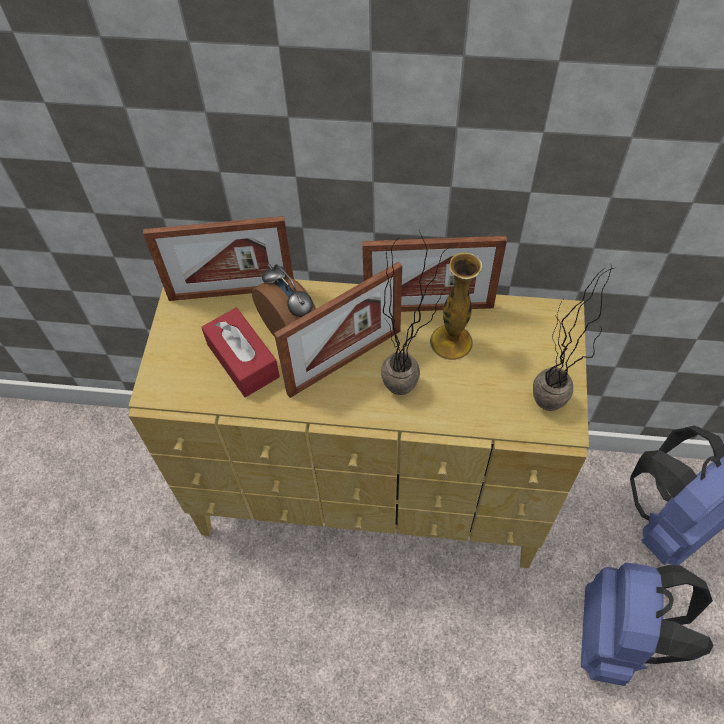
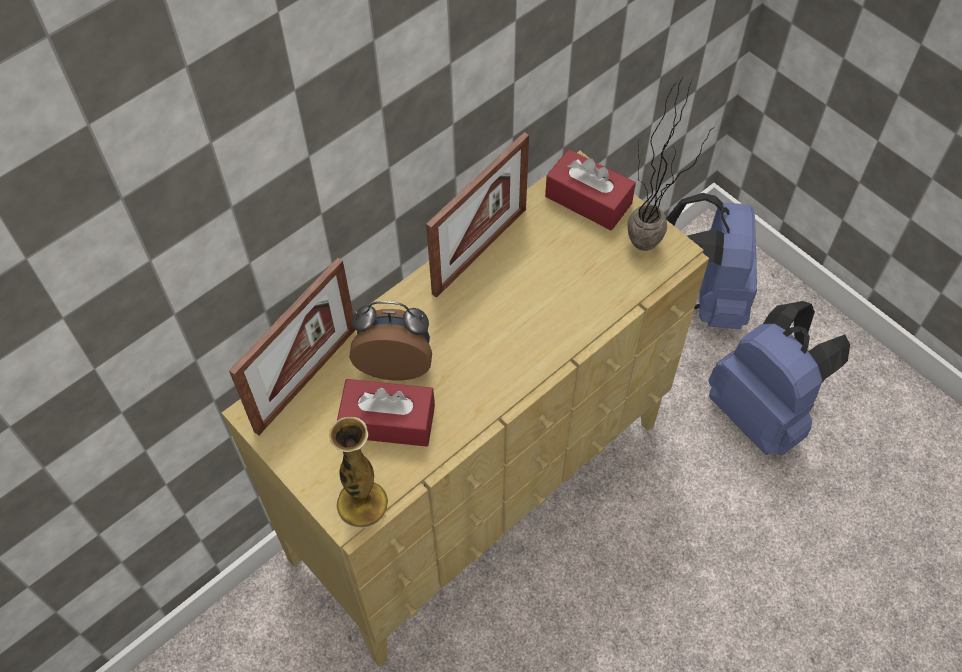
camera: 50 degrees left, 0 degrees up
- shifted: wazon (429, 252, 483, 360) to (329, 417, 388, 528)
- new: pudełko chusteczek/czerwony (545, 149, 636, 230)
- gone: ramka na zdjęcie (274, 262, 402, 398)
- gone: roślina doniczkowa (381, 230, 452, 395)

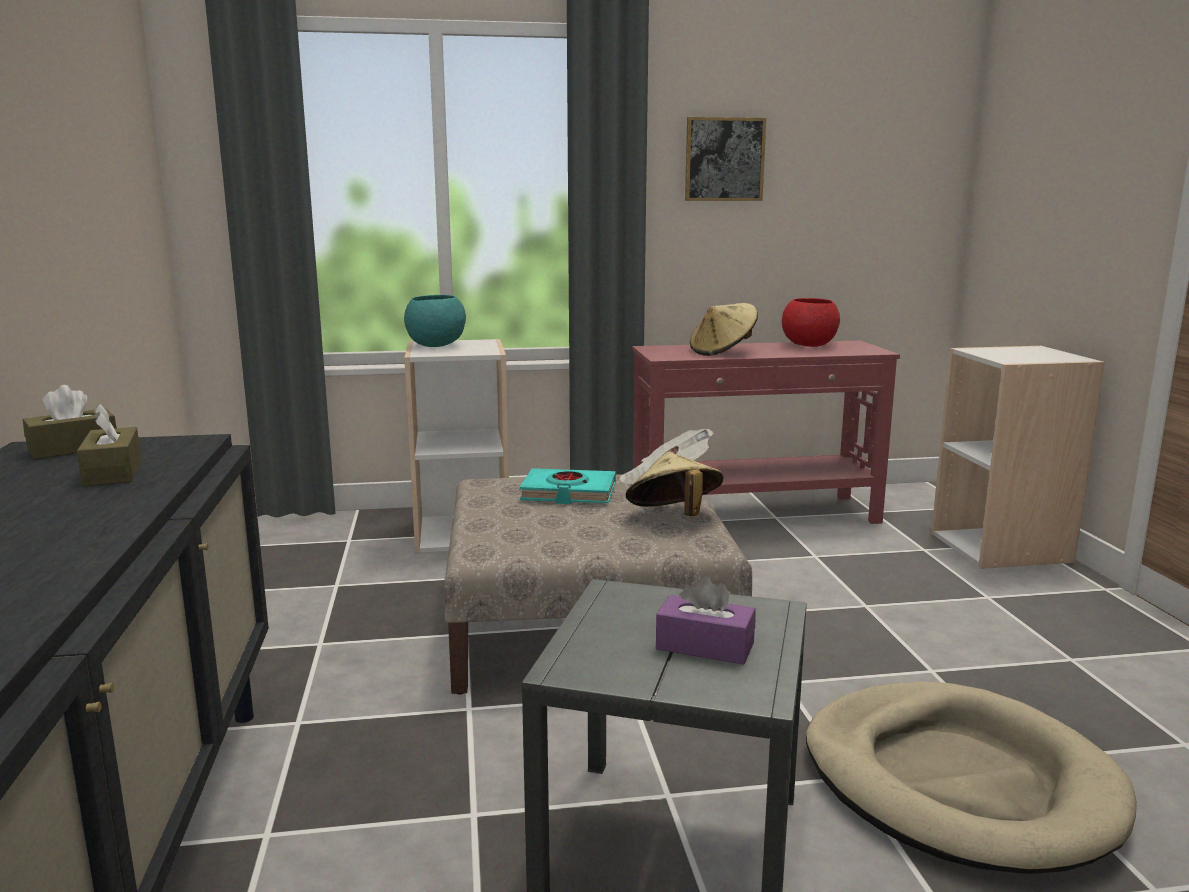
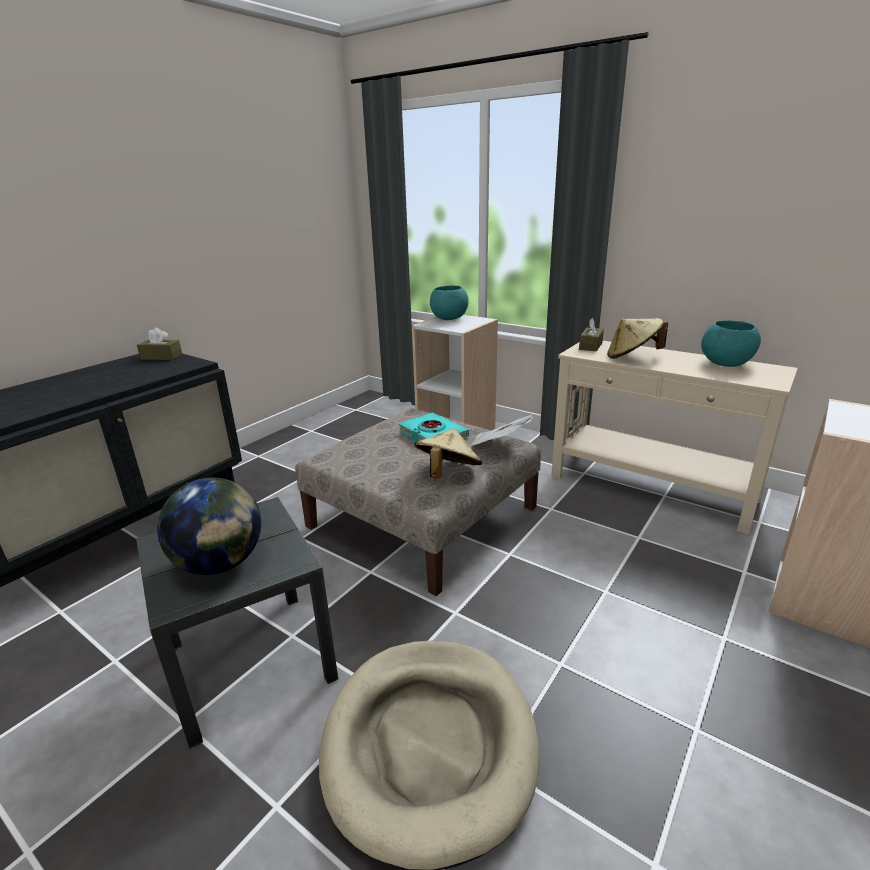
camera: 45 degrees right, 10 degrees up
- swapped: pudełko chusteczek/fioletowy (656, 576, 756, 664) to globus (157, 478, 261, 575)
- repainted: stolik konsolowy/czerwony (632, 340, 900, 524) to stolik konsolowy/beżowy (551, 341, 798, 534)
- shifted: pudełko chusteczek/brązowy (77, 404, 141, 486) to (579, 318, 604, 351)
- repainted: miska/czerwony (782, 298, 840, 347) to miska/turkusowy (701, 320, 761, 367)
- gone: obraz (685, 117, 766, 201)

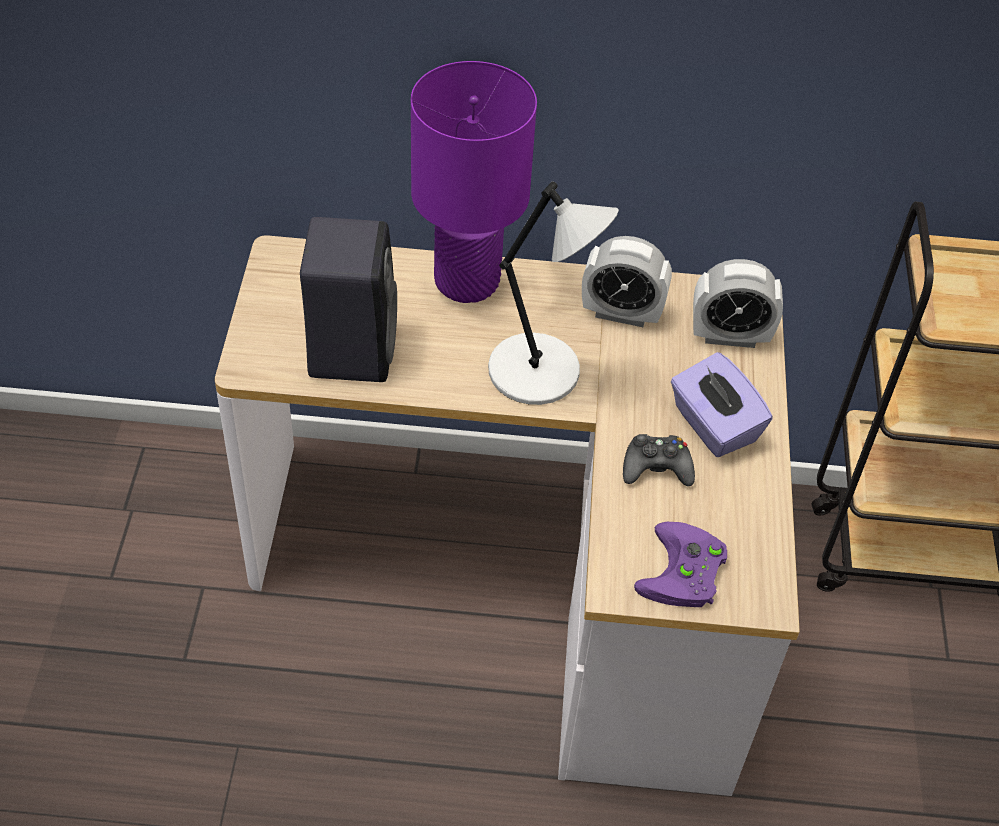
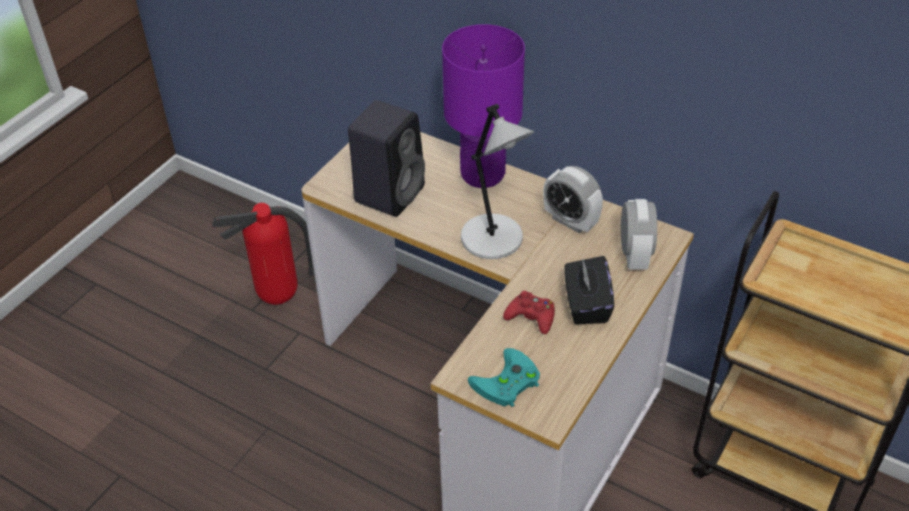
camera: 30 degrees right, 5 degrees down
- new: gaśnica (212, 203, 315, 305)
- repainted: pad do gier/fioletowy (634, 522, 727, 607) to pad do gier/turkusowy (468, 348, 540, 407)
- repainted: pad do gier/czarny (623, 434, 695, 486) to pad do gier/czerwony (503, 291, 555, 334)
- repainted: pudełko chusteczek/fioletowy (671, 352, 773, 457) to pudełko chusteczek/czarny (564, 256, 614, 324)
- rotated: budzik (693, 259, 783, 348) = (621, 199, 657, 269) 120 degrees counterclockwise

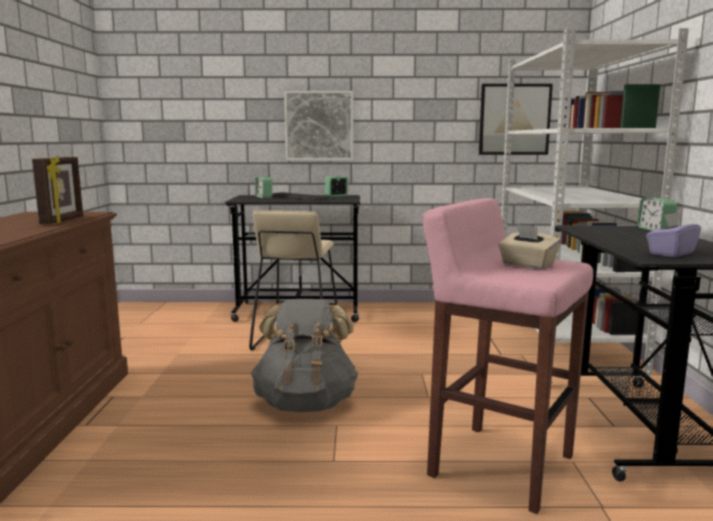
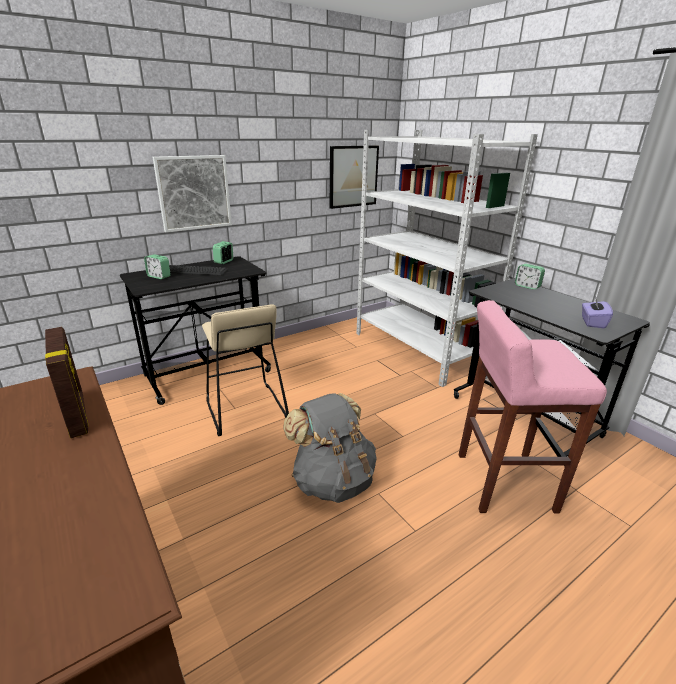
camera: 35 degrees left, 15 degrees up
- gone: pudełko chusteczek/beżowy (498, 224, 560, 269)

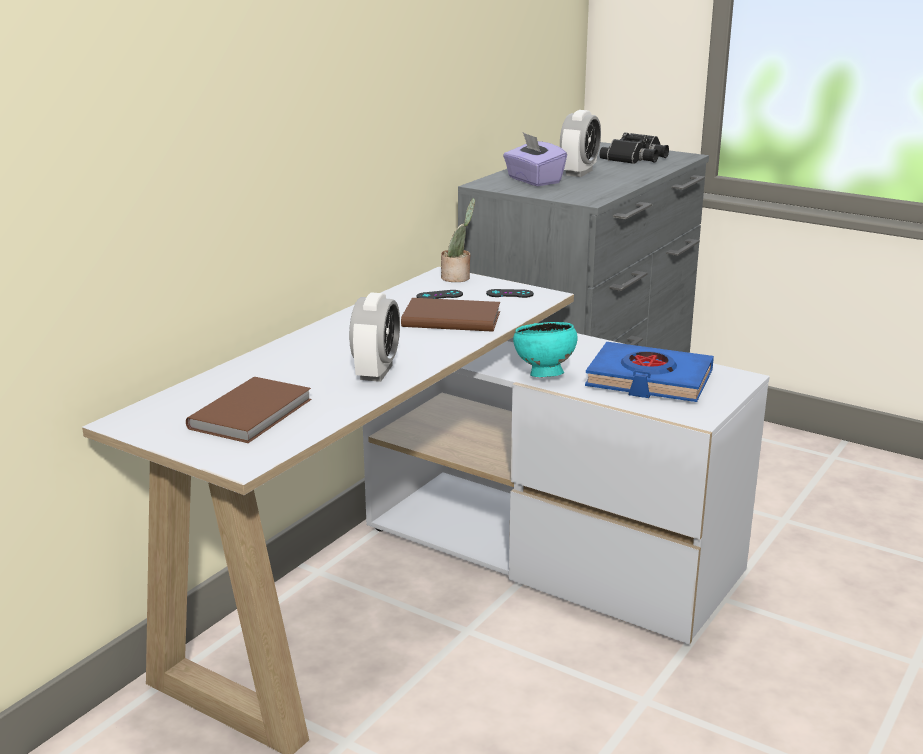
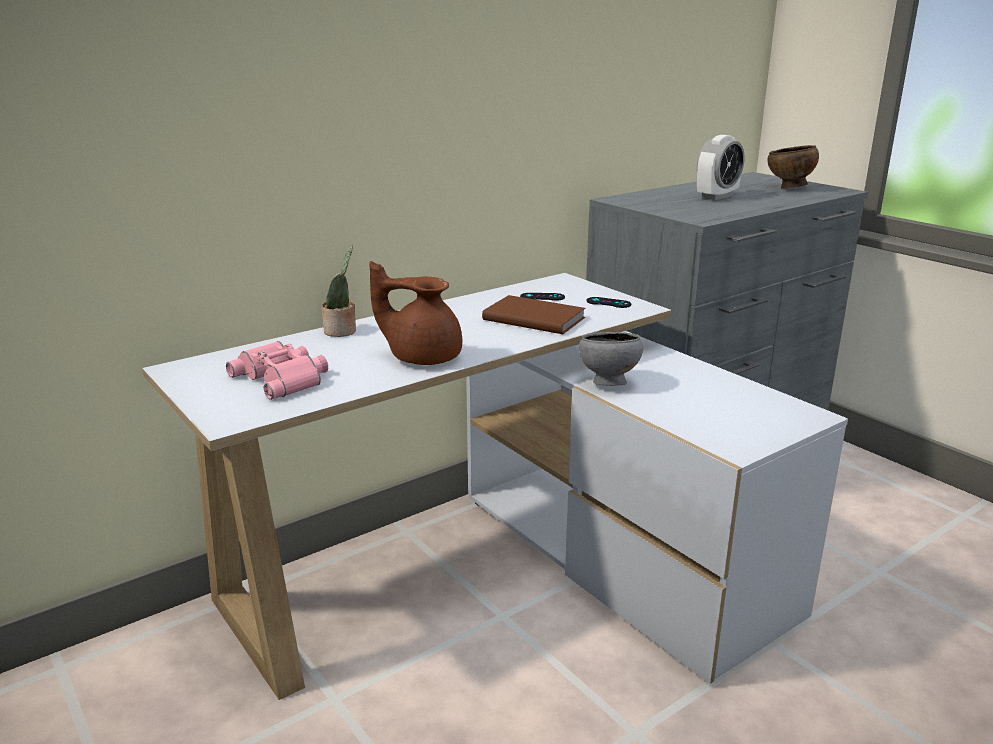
camera: 20 degrees right, 0 degrees up
- swapped: książka/brązowy (186, 377, 312, 443) to lornetka/różowy (226, 341, 328, 400)
- shifted: roślina doniczkowa (441, 198, 475, 282) to (322, 245, 356, 337)
- swapped: budzik (349, 292, 400, 382) to imbryk/brązowy (369, 261, 462, 365)
- repainted: miska/turkusowy (513, 322, 577, 377) to miska/szary (579, 332, 643, 386)
- swapped: lornetka/czarny (599, 132, 669, 164) to miska/brązowy (767, 145, 819, 189)
- gone: pudełko chusteczek/fioletowy (503, 133, 567, 186)
- gone: książka/niebieski (585, 342, 714, 402)

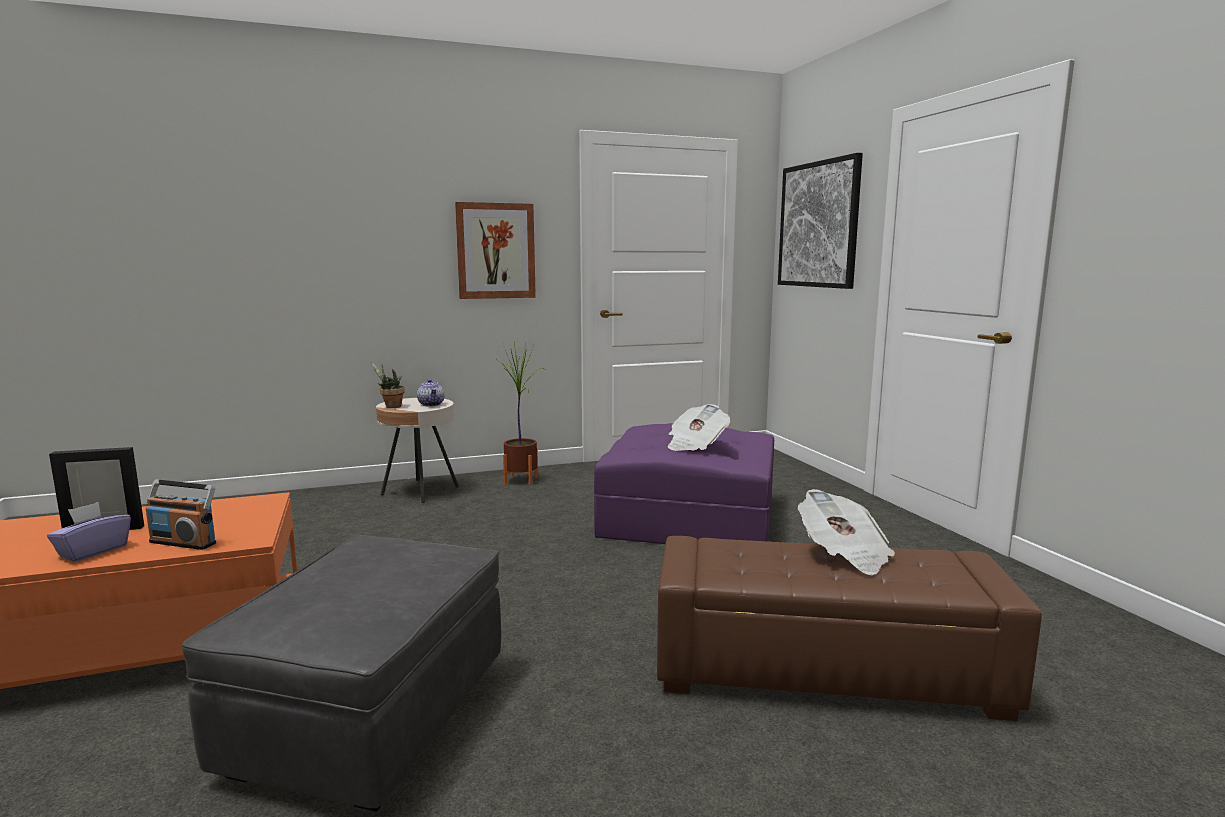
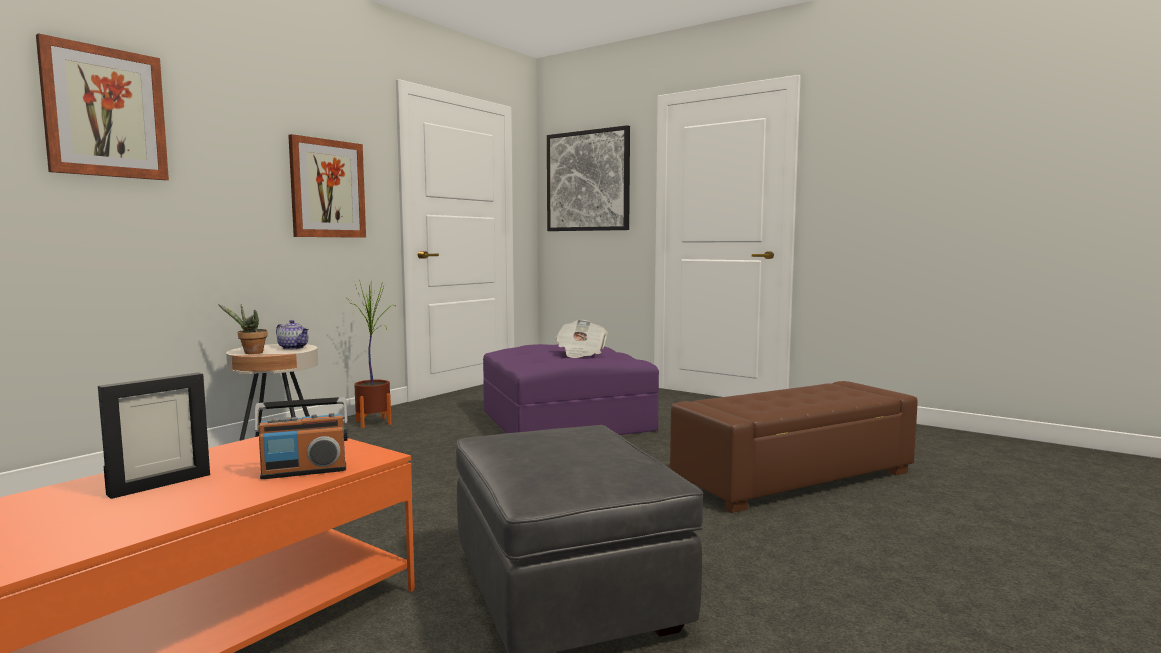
camera: 35 degrees left, 5 degrees down
- new: obraz (36, 33, 169, 180)
- gone: pudełko chusteczek/fioletowy (47, 502, 131, 562)
- gone: gazeta (798, 489, 895, 576)

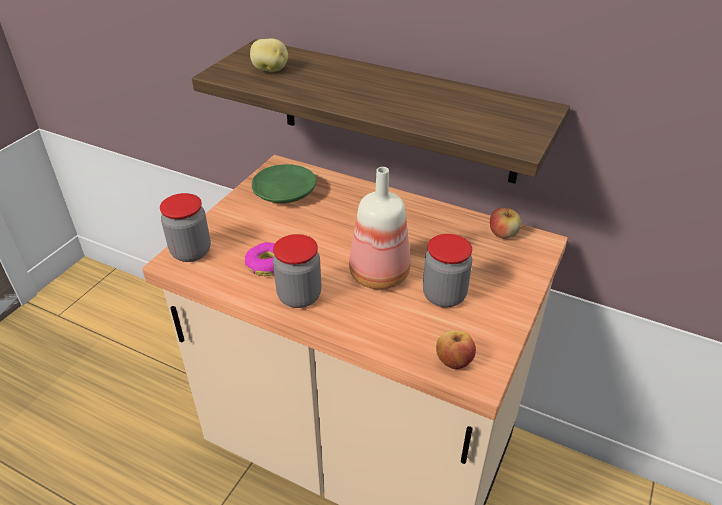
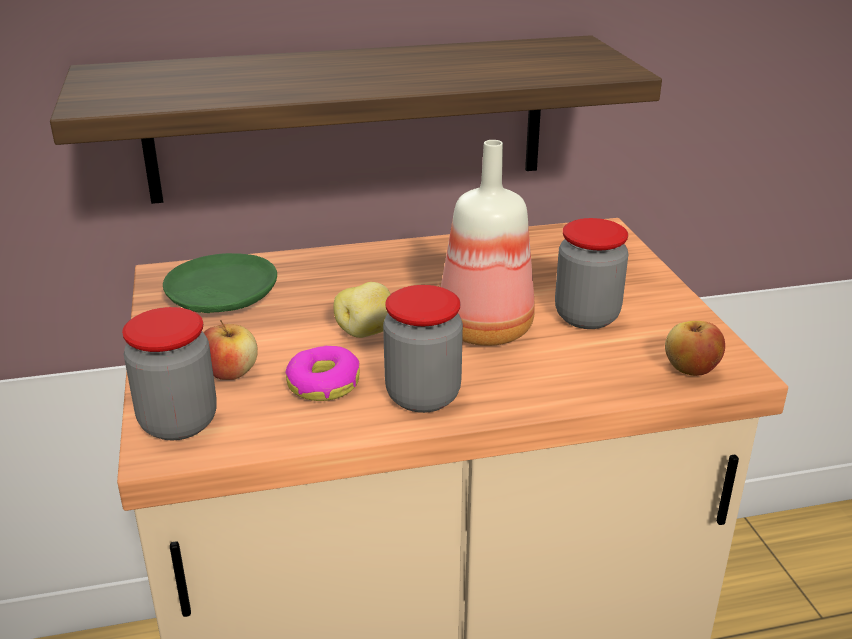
camera: 40 degrees left, 10 degrees down
- shifted: jabłko (490, 206, 522, 239) to (203, 320, 258, 380)
- shifted: ziemniak (250, 38, 288, 72) to (334, 282, 391, 338)

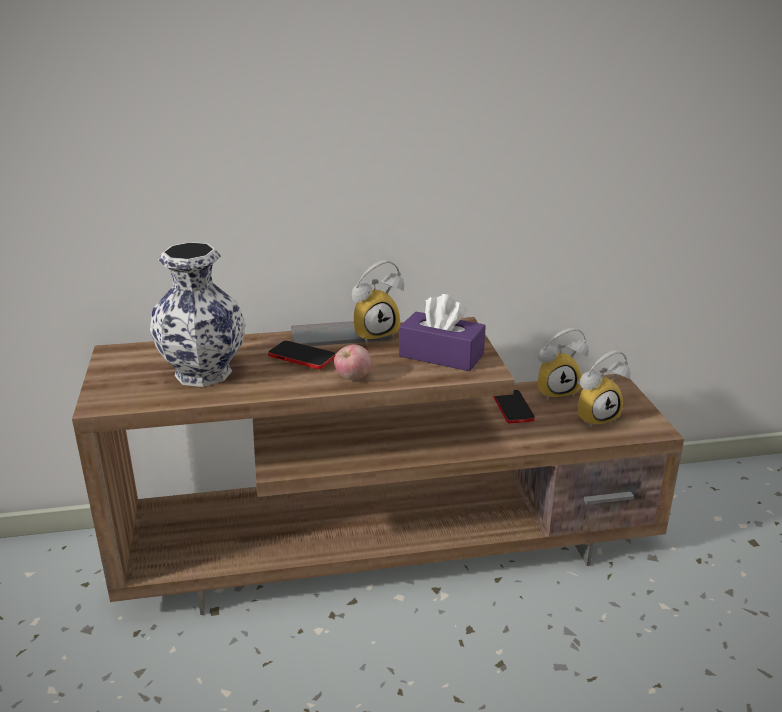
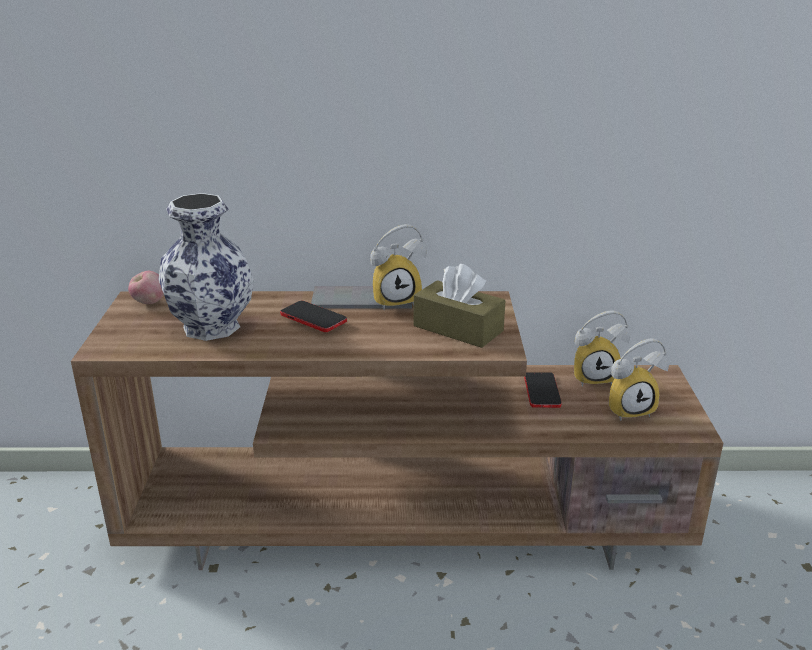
camera: 10 degrees right, 0 degrees up
- shifted: jabłko (334, 345, 371, 380) to (128, 271, 164, 304)
- repainted: pudełko chusteczek/fioletowy (399, 294, 486, 371) to pudełko chusteczek/brązowy (414, 264, 506, 348)

